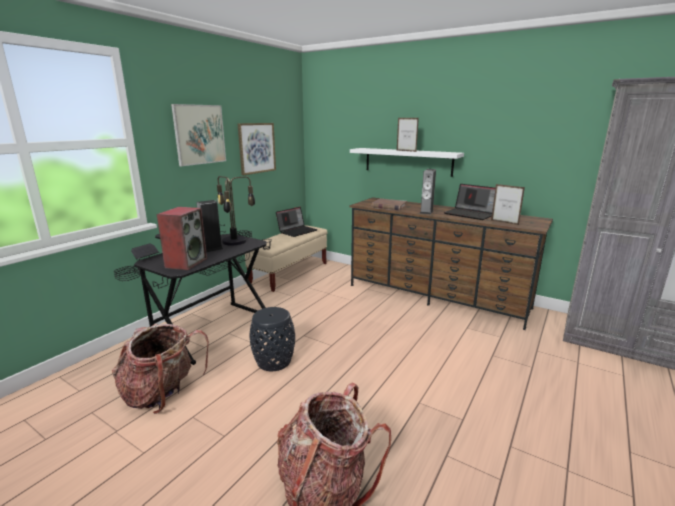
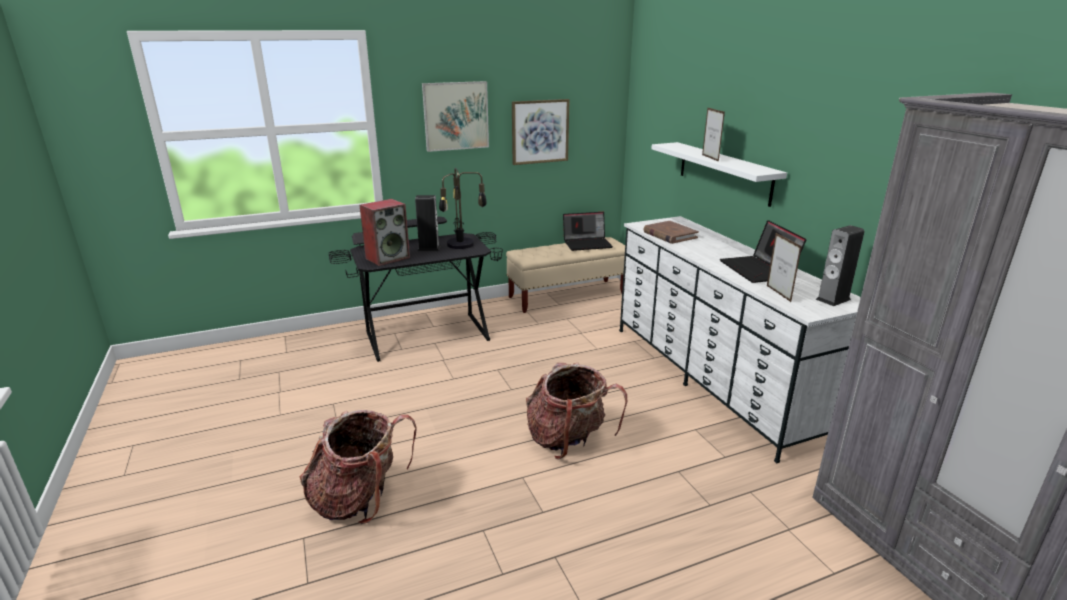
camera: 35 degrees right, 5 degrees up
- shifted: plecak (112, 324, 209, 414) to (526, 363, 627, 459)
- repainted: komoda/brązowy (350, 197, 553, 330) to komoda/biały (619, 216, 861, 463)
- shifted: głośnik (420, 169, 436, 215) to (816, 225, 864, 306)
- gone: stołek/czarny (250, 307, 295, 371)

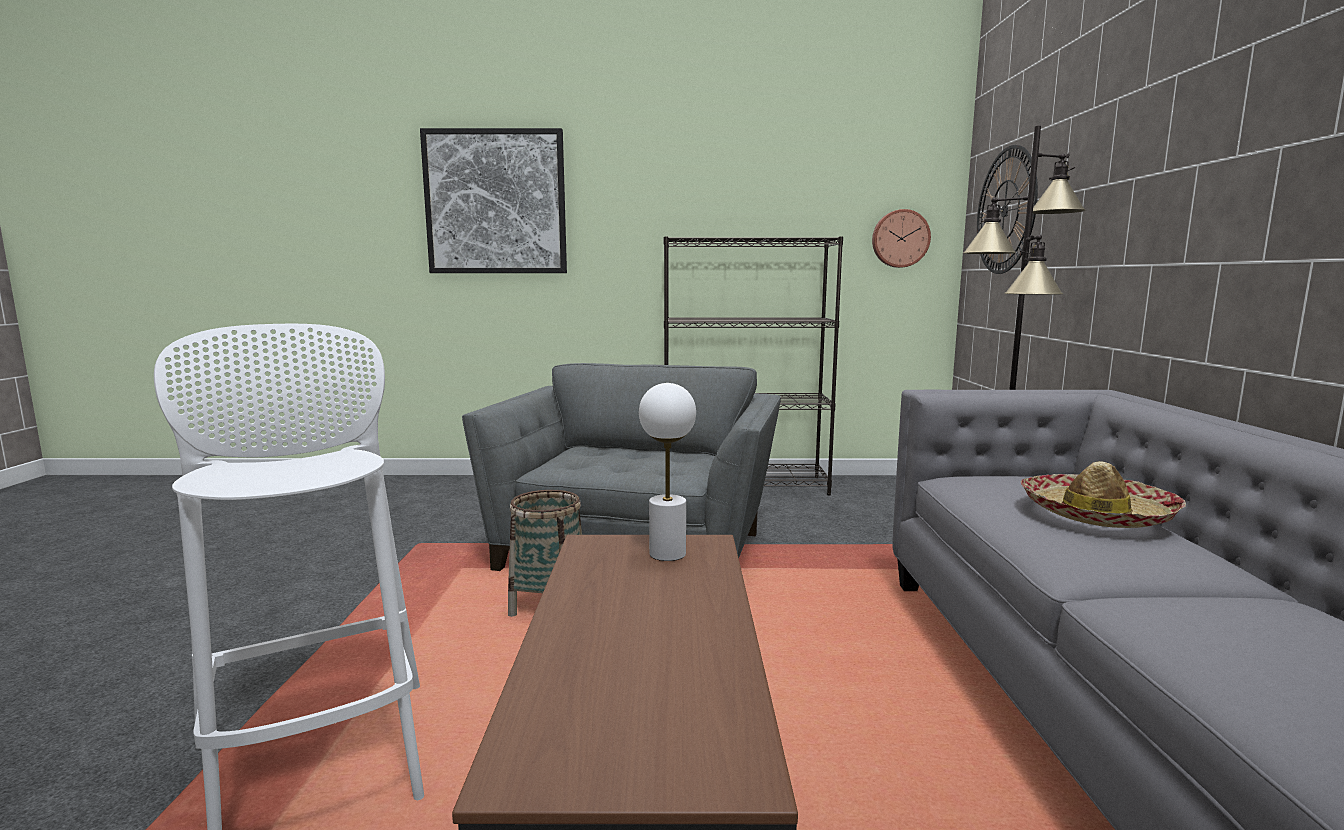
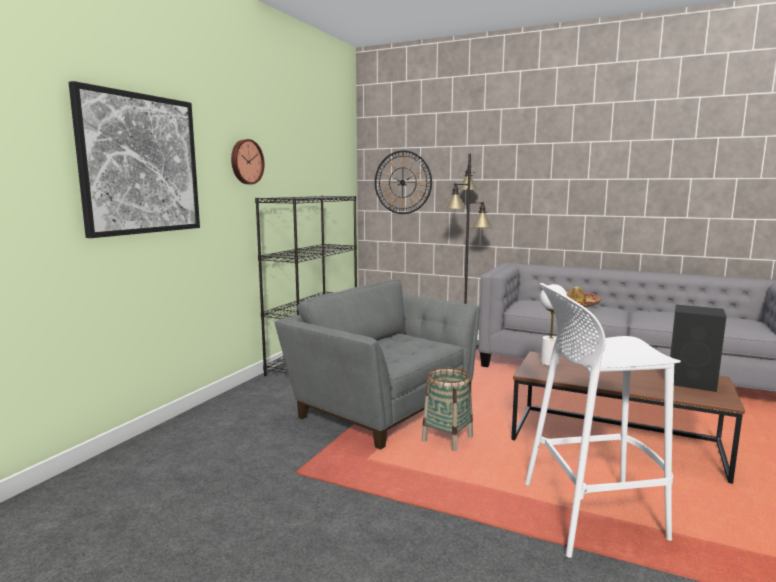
camera: 65 degrees left, 0 degrees up
- shifted: zegar ścienny (872, 209, 931, 268) to (231, 139, 265, 184)
- new: głośnik/czarny (670, 305, 726, 392)

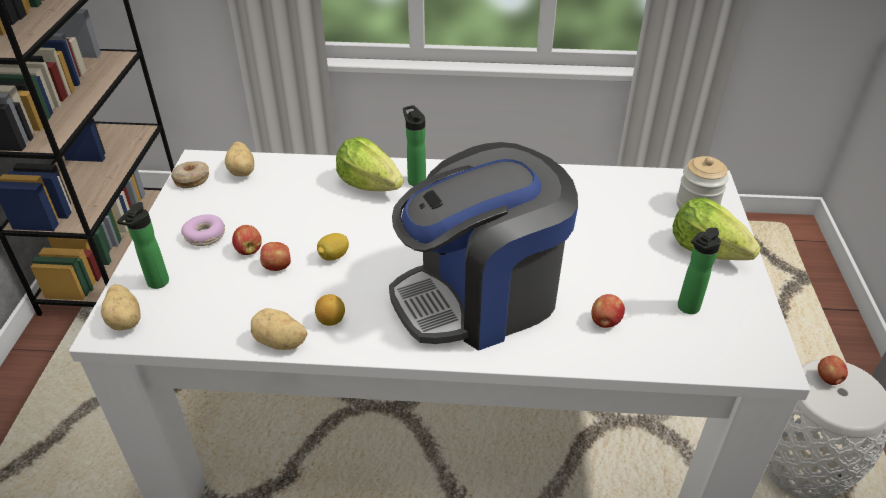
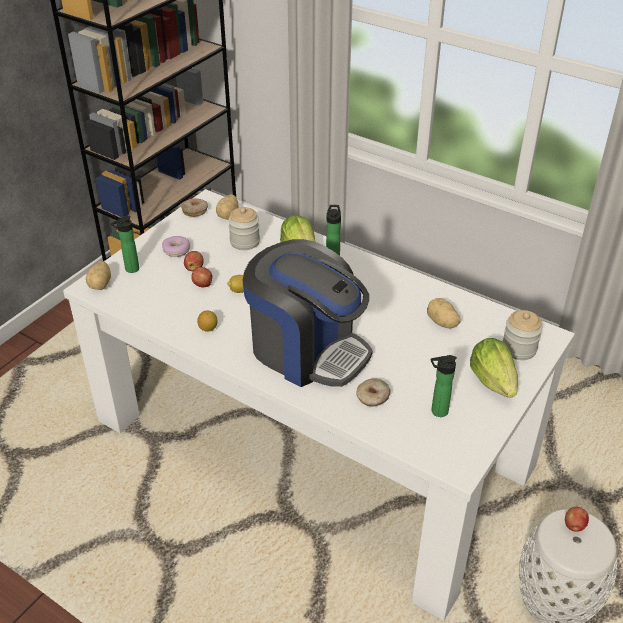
camera: 30 degrees right, 0 degrees up
- new: słoik (228, 207, 260, 250)
- rotated: ekspres do kawy (389, 142, 578, 351) = (242, 239, 373, 387) 150 degrees counterclockwise
- swapped: jabłko (592, 294, 625, 328) to donut (357, 379, 390, 407)
- shifted: ziemniak (251, 308, 307, 350) to (427, 298, 461, 328)

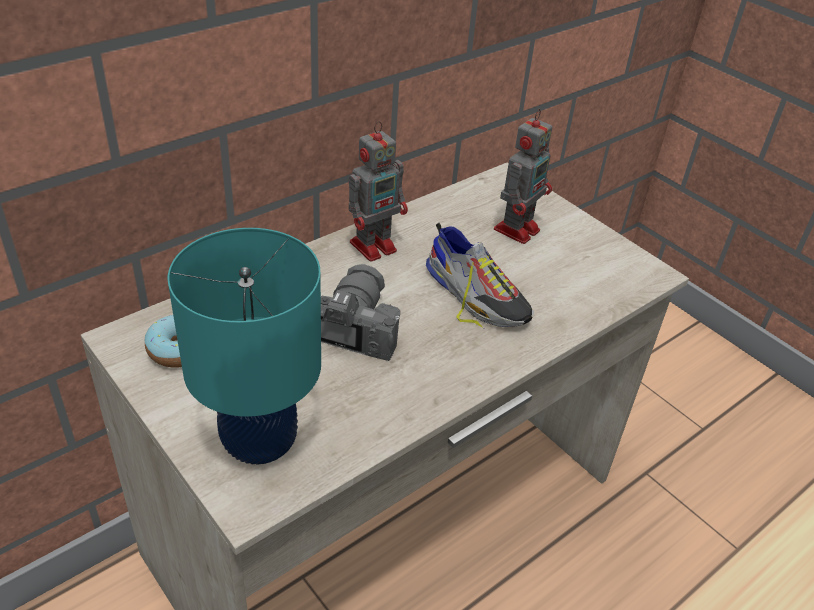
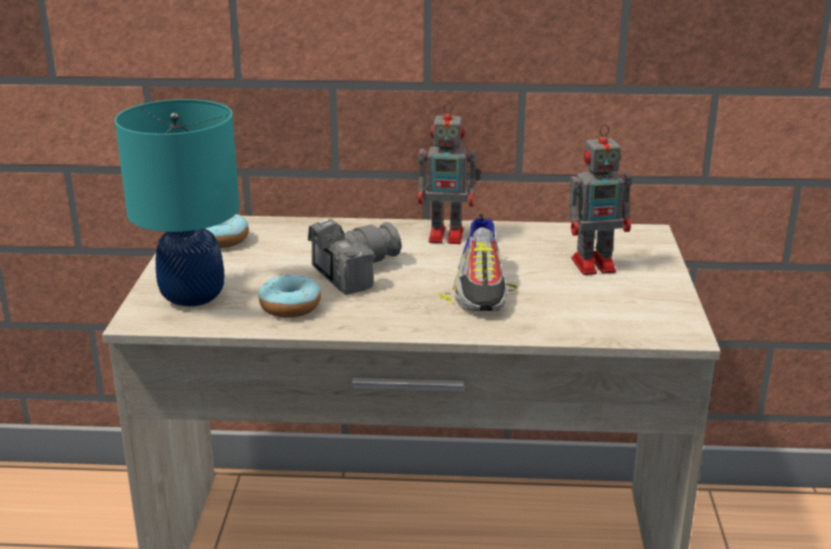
camera: 45 degrees right, 15 degrees down
- new: donut (259, 275, 321, 318)

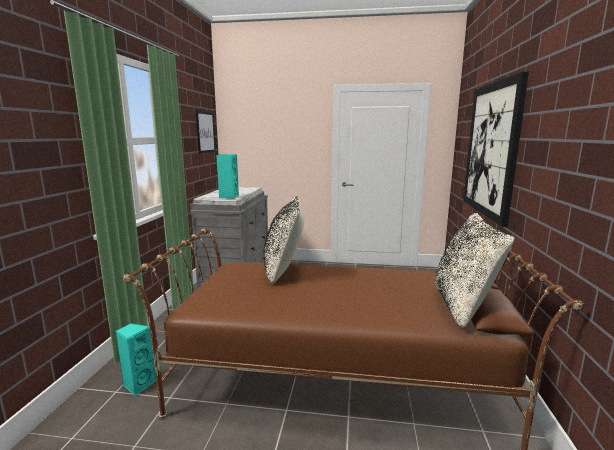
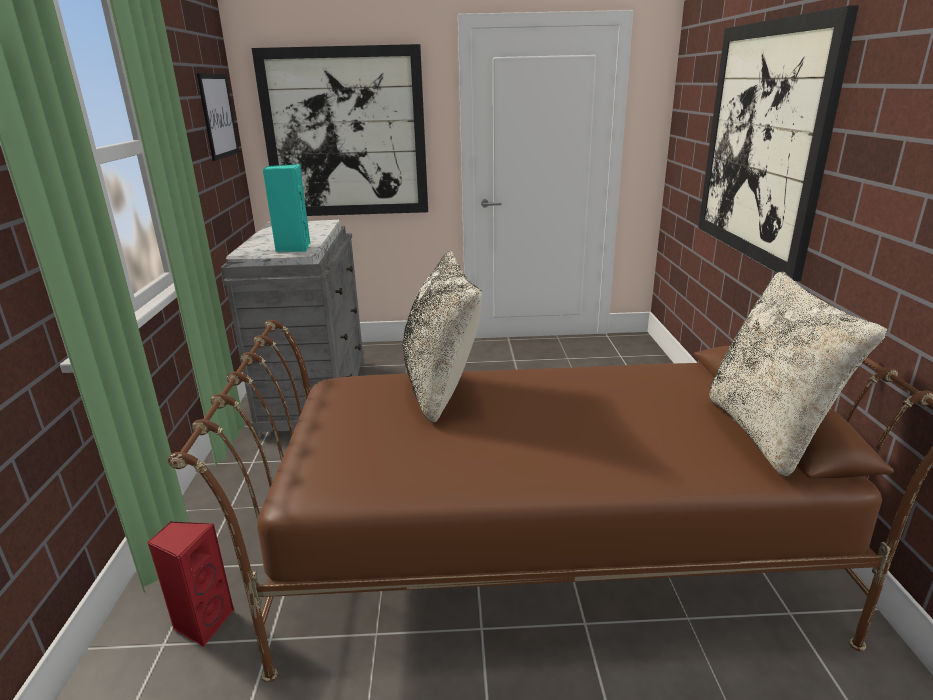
camera: 10 degrees left, 10 degrees up
- repainted: głośnik/turkusowy (116, 323, 156, 396) to głośnik/czerwony (147, 521, 234, 647)
- new: obraz (252, 44, 428, 216)

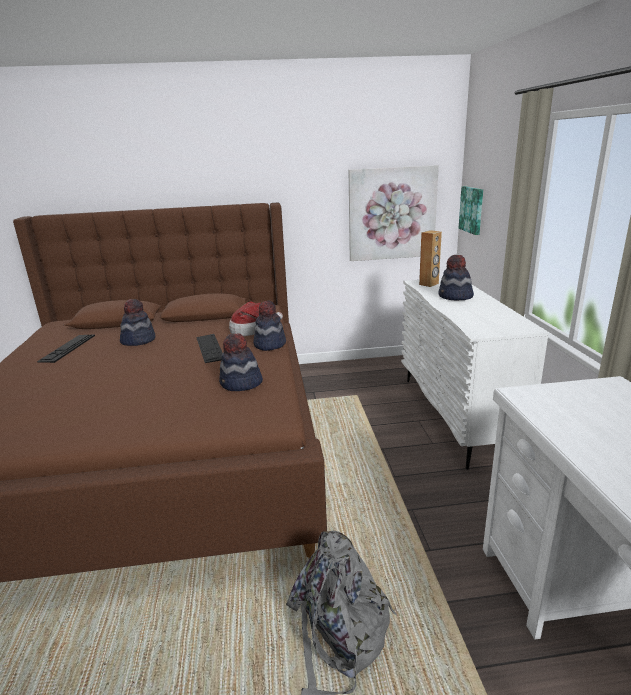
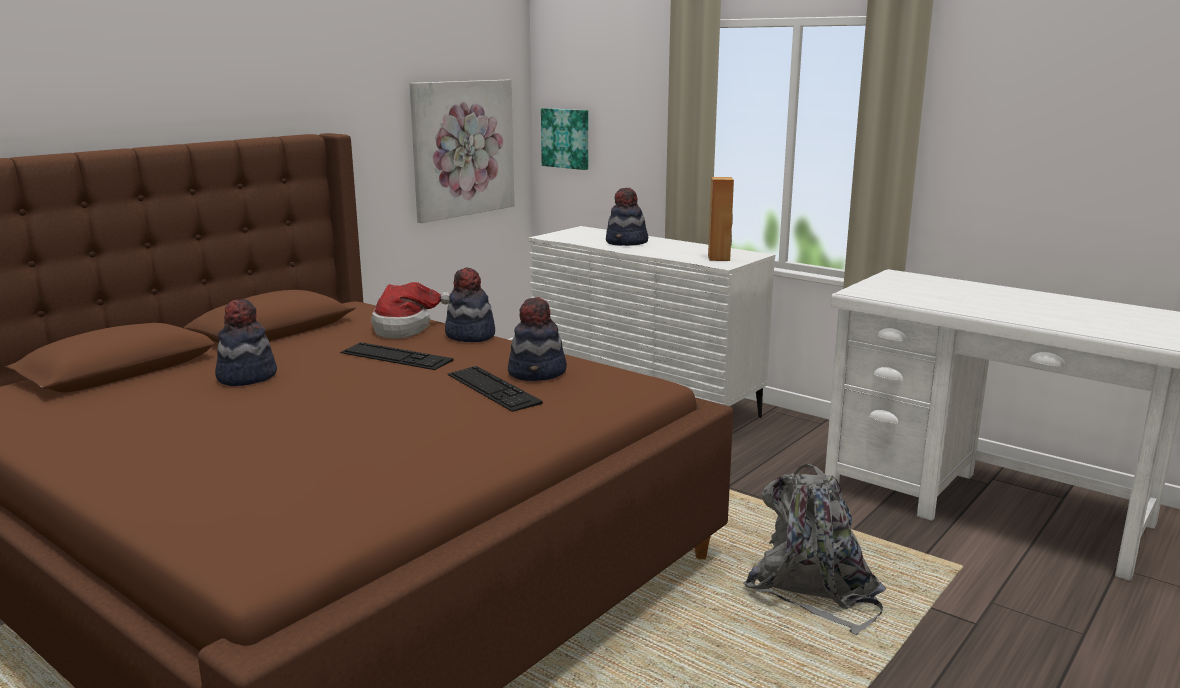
camera: 45 degrees left, 5 degrees down
- shifted: klawiatura (37, 334, 95, 363) to (447, 366, 543, 412)
- shifted: głośnik/brązowy (419, 230, 442, 287) to (708, 177, 734, 261)

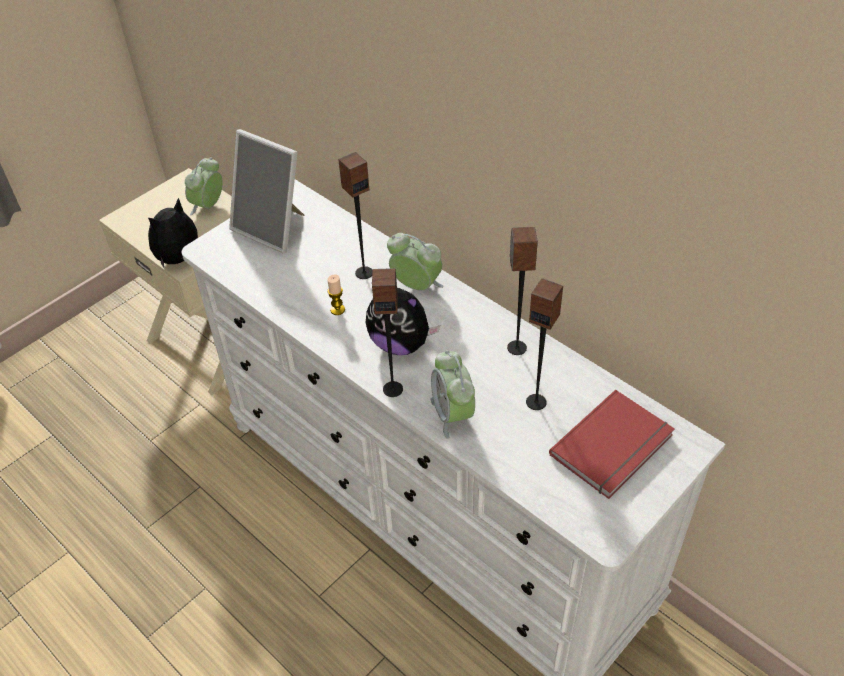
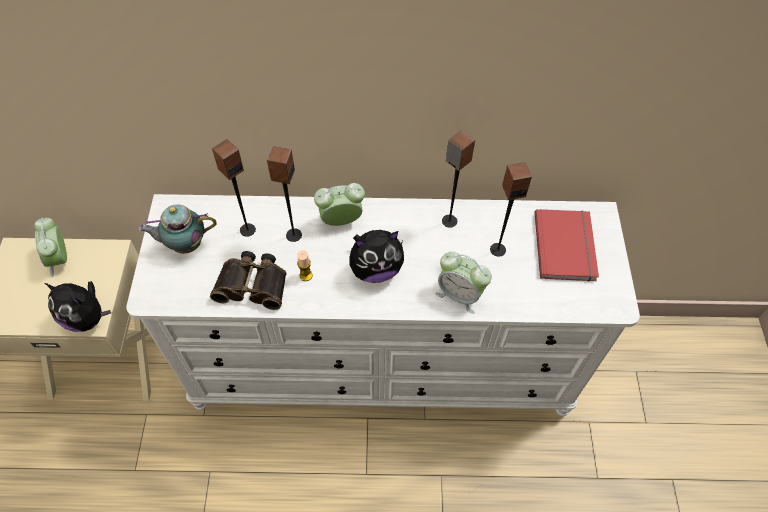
camera: 45 degrees left, 10 degrees up
- rotated: pluszak (148, 198, 198, 268) = (44, 281, 111, 332) 60 degrees counterclockwise
- swapped: ramka na zdjęcie (229, 129, 305, 253) to imbryk (138, 205, 217, 254)
- new: lornetka (210, 251, 287, 310)
- shifted: głośnik (372, 268, 403, 397) to (212, 139, 256, 237)

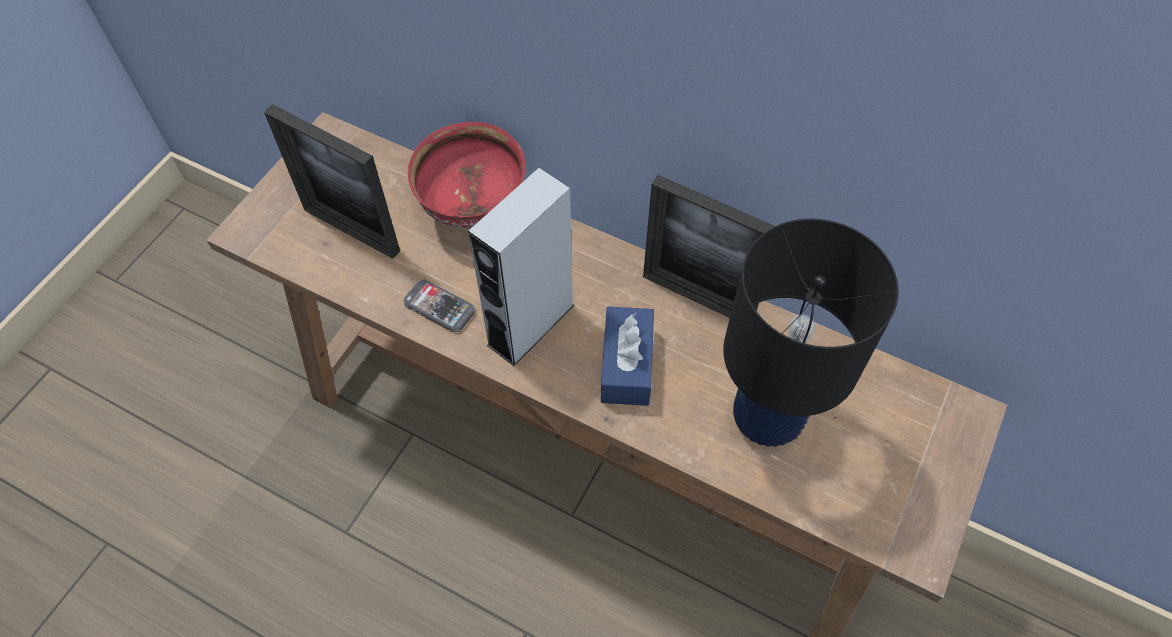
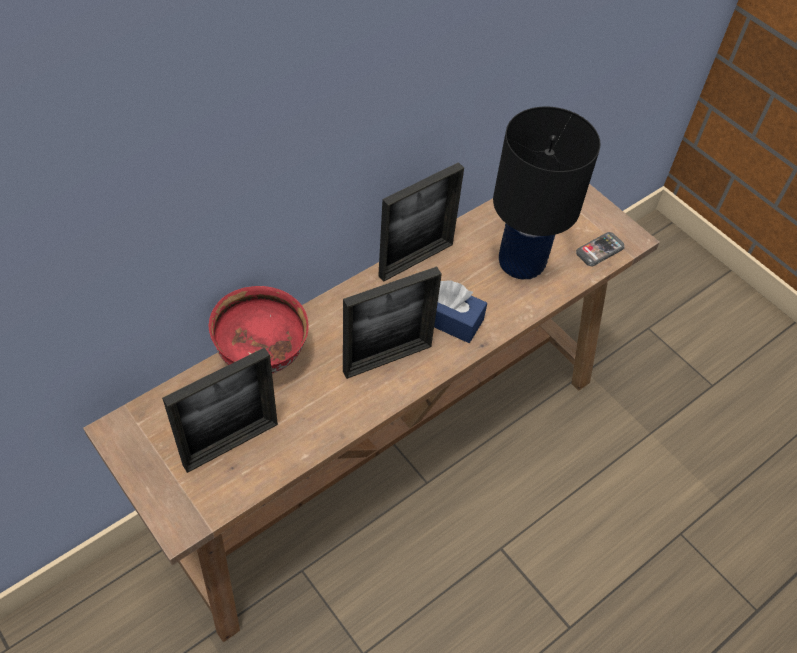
camera: 70 degrees left, 5 degrees down
- swapped: głośnik/szary (468, 168, 574, 366) to ramka na zdjęcie (343, 267, 442, 379)
- shifted: telefon (404, 280, 475, 332) to (576, 232, 624, 266)

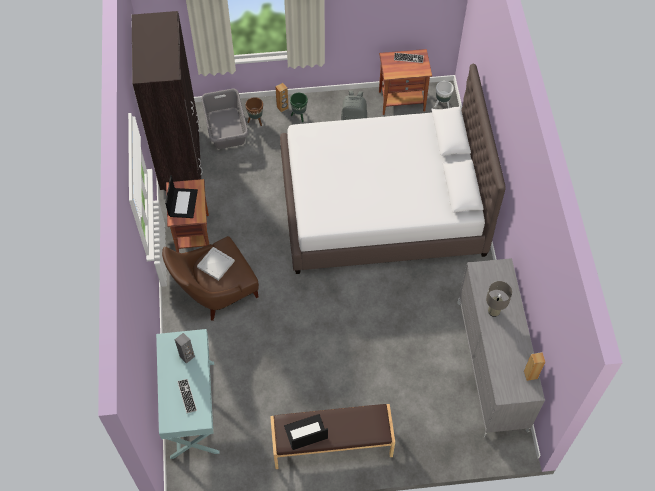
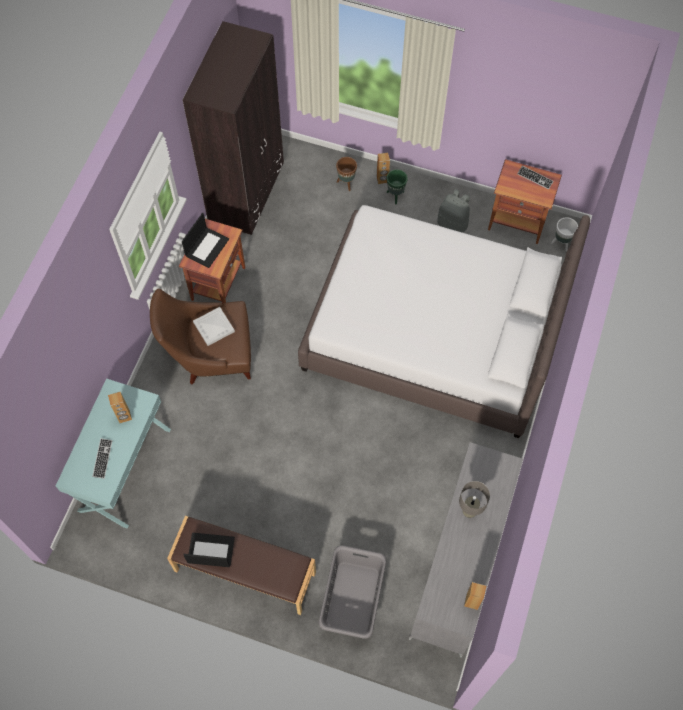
camera: 25 degrees right, 5 degrees up
- repainted: głośnik/szary (175, 333, 195, 364) to głośnik/brązowy (108, 392, 132, 423)
- shifted: kosz na pranie/szary (201, 89, 248, 149) to (319, 545, 386, 639)

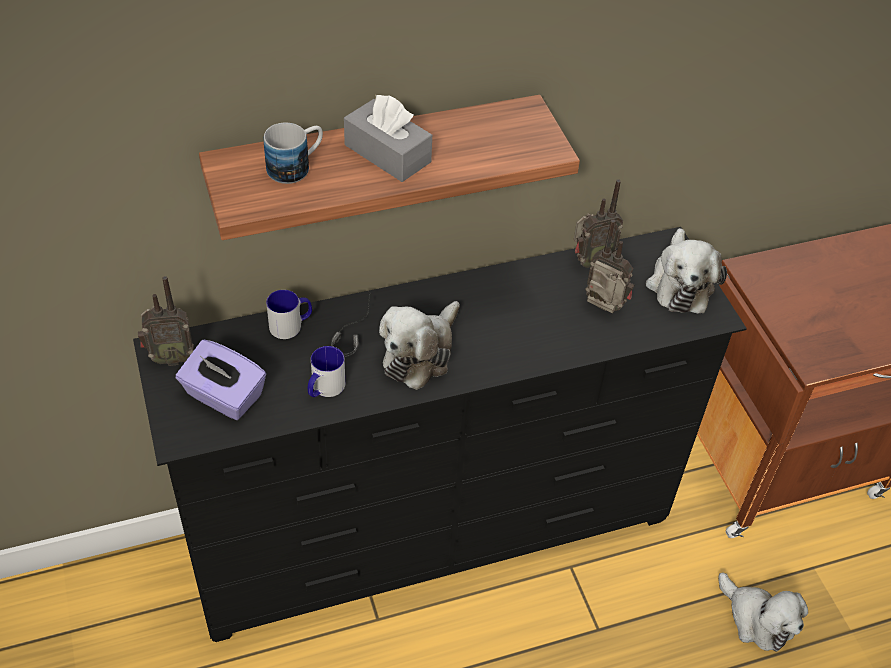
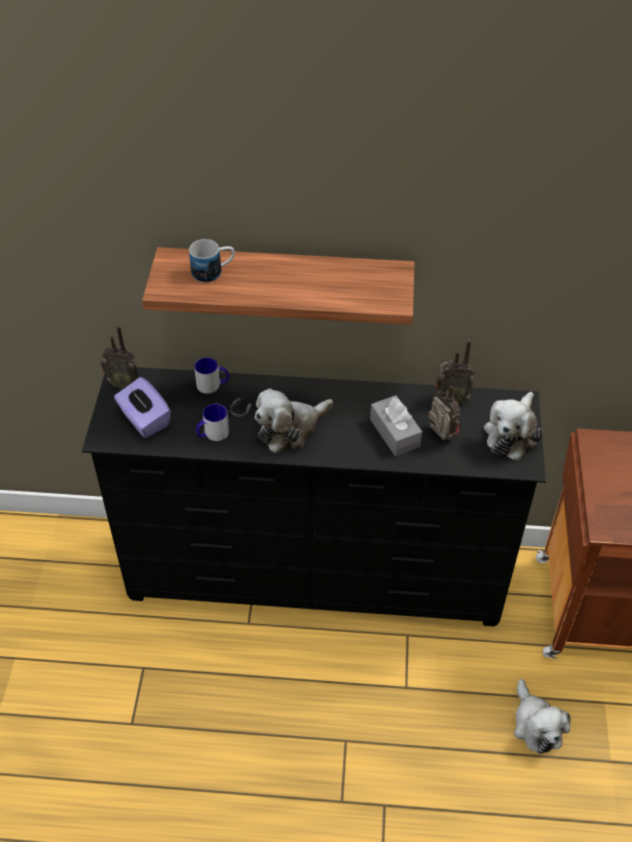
camera: 25 degrees right, 0 degrees up
- shifted: pudełko chusteczek/szary (344, 95, 432, 182) to (370, 395, 422, 456)

